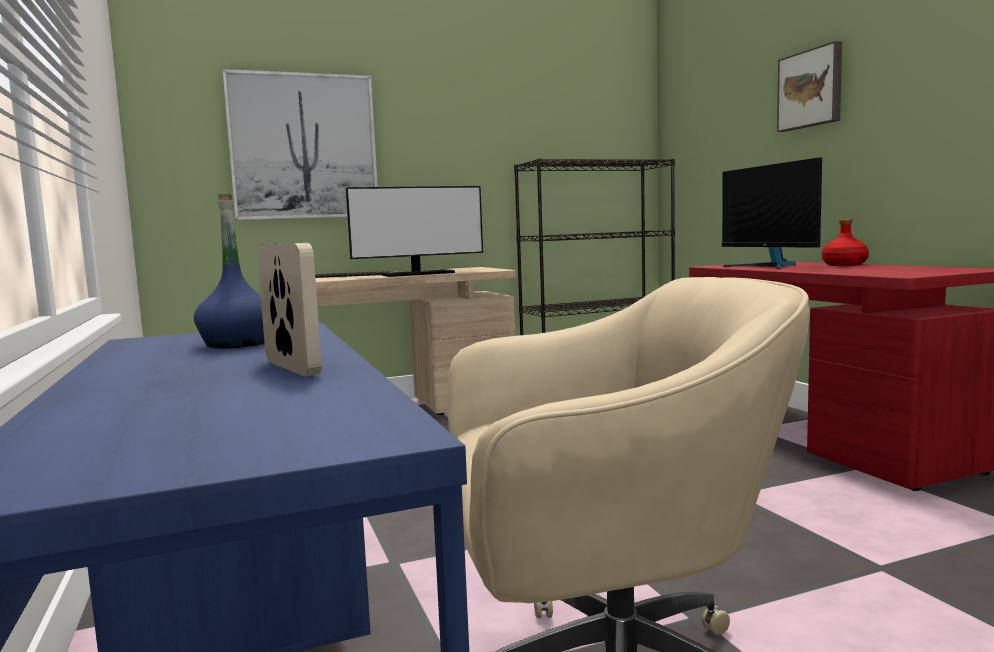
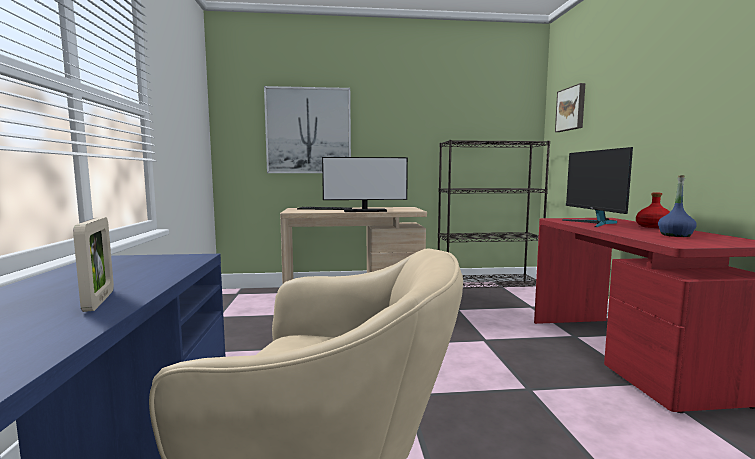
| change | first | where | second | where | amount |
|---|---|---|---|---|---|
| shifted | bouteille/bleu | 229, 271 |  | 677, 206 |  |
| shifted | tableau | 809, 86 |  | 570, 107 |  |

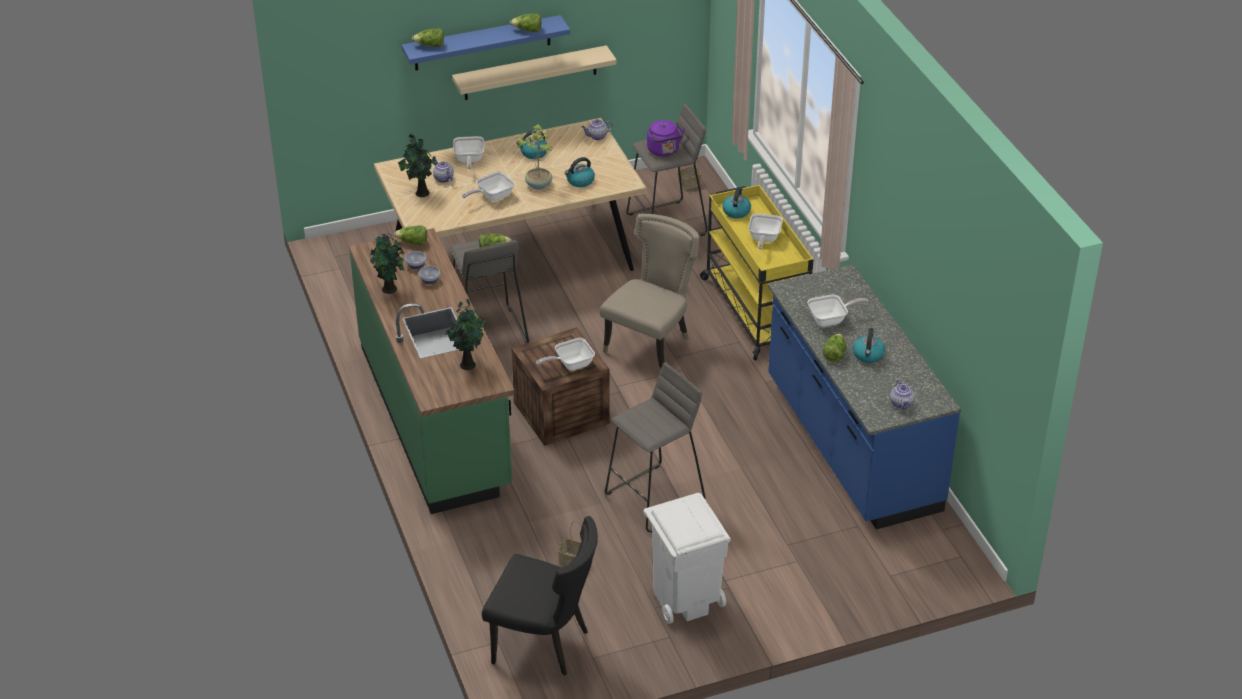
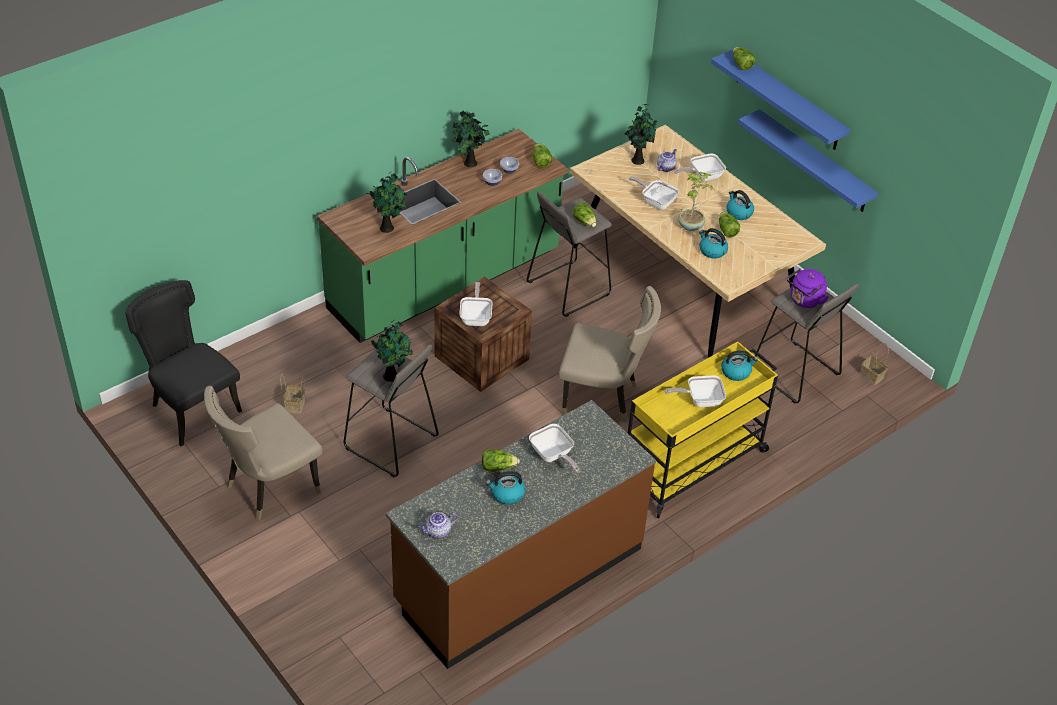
| change | first | where | second | where | amount |
|---|---|---|---|---|---|
| repainted | étagère/beige | 534, 72 | étagère/bleu | 808, 160 |  |
| rotated | chaise/noir | 540, 596 |  | 184, 363 | 135 degrees clockwise |
| shifted | laitue | 525, 22 |  | 729, 224 |  |
| rotated | poêle | 565, 354 |  | 476, 304 | 45 degrees clockwise |
| gone | théière | 597, 129 |  |  |  |
| swapped | poubelle/blanc | 687, 558 | chaise/beige | 263, 453 |  |
| repainted | comptoir de cuisine/bleu | 864, 397 | comptoir de cuisine/marron | 521, 534 |  |
| new |  |  | plante en pot | 390, 351 |  |

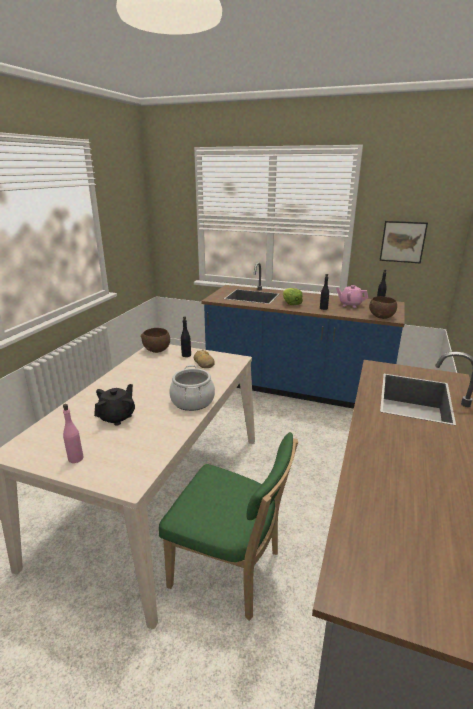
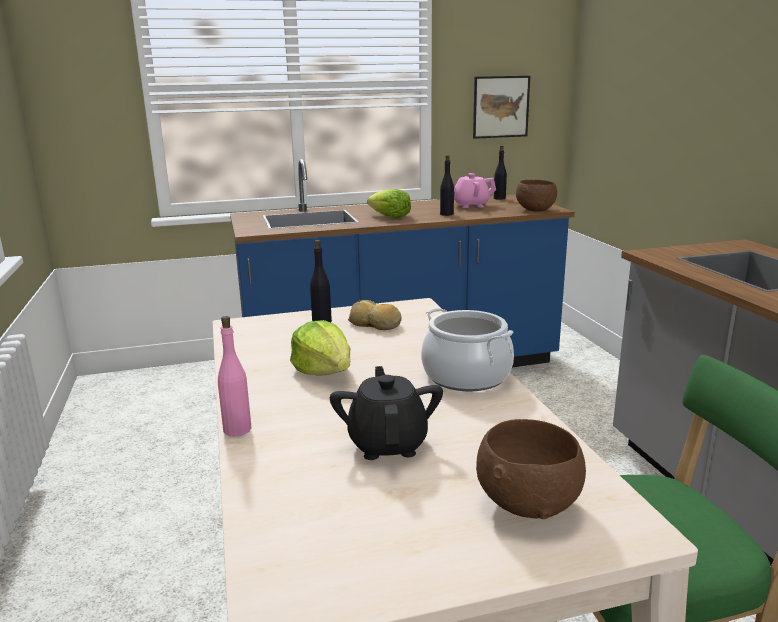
| change | first | where | second | where | amount |
|---|---|---|---|---|---|
| shifted | bouteille/rose | 73, 433 |  | 234, 376 |  |
| shifted | bol/marron | 155, 340 |  | 531, 469 |  |
| new |  |  | laitue | 320, 348 |  |

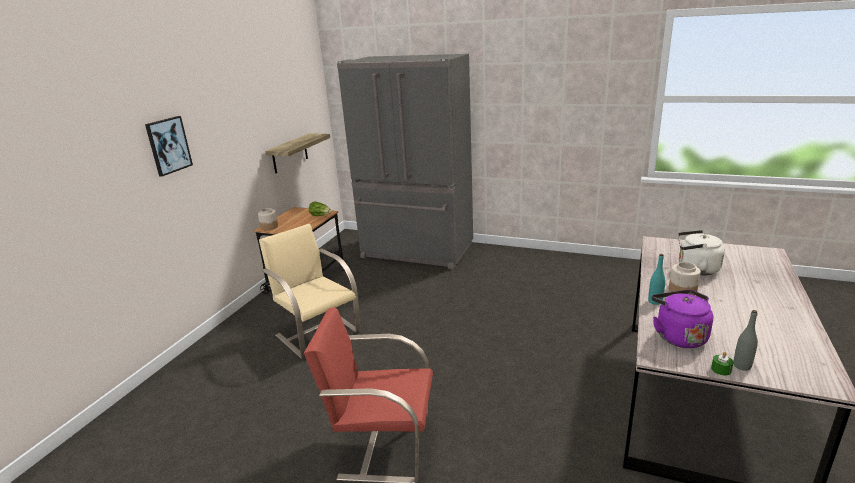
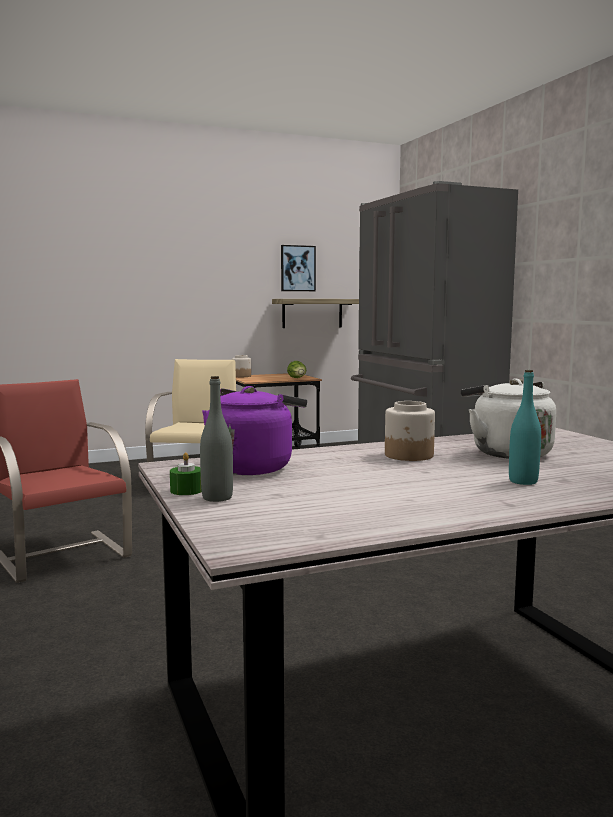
| change | first | where | second | where | amount |
|---|---|---|---|---|---|
| shifted | tableau | 169, 146 |  | 298, 268 |  |
| shifted | bouteille/turquoise | 656, 279 |  | 525, 427 |  |

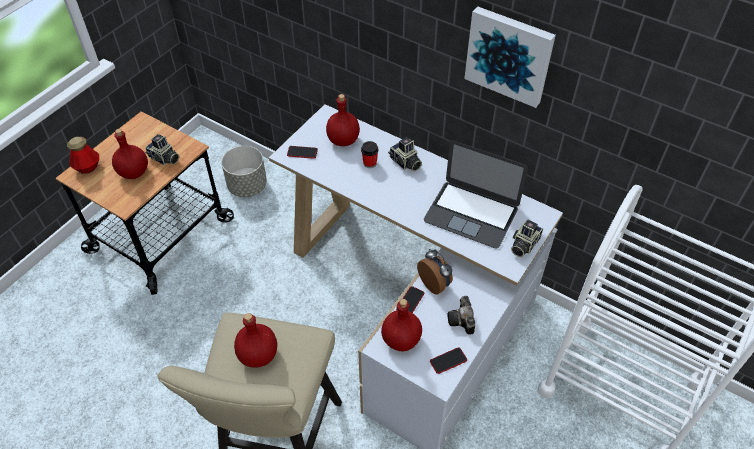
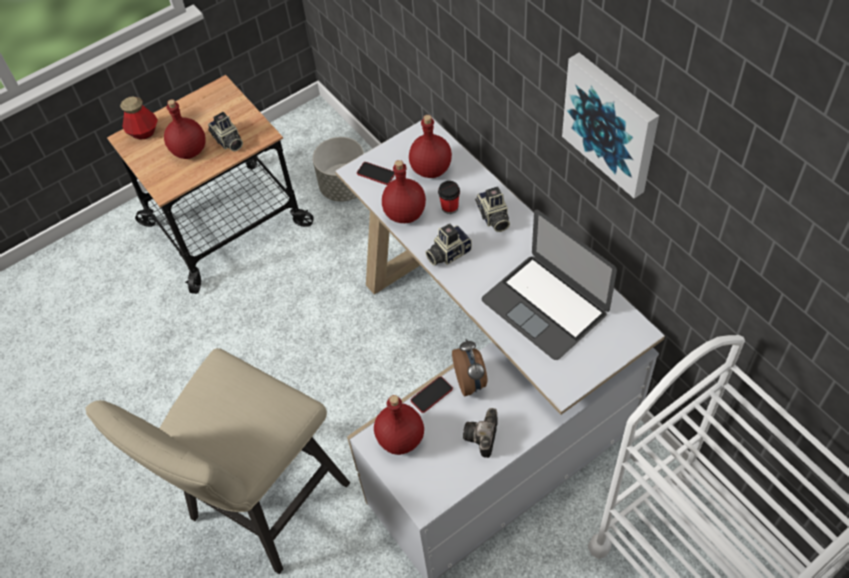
| change | first | where | second | where | amount |
|---|---|---|---|---|---|
| shifted | bouteille/rouge | 255, 340 |  | 404, 191 |  |
| gone | téléphone | 448, 360 |  |  |  |
| shifted | appareil photo | 527, 238 |  | 448, 244 |  |

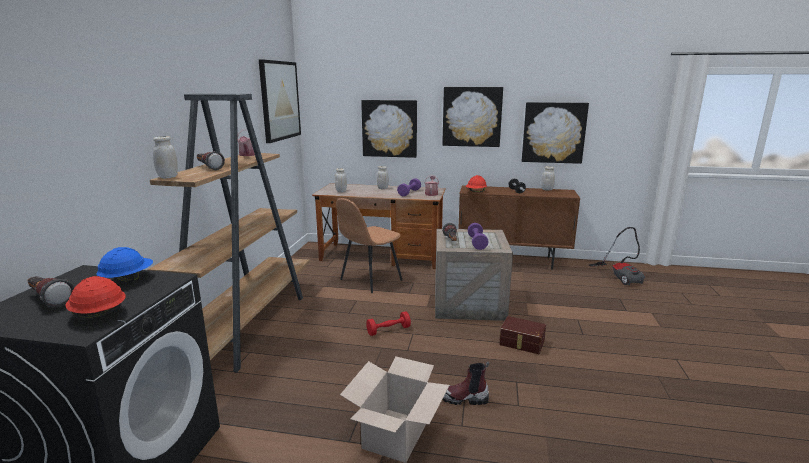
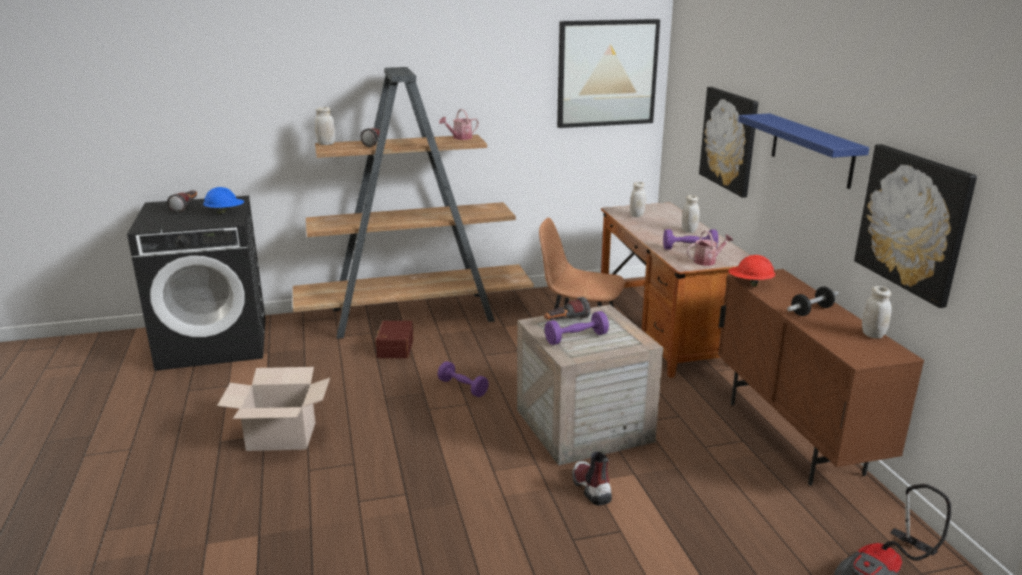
| change | first | where | second | where | amount |
|---|---|---|---|---|---|
| gone | casque de chantier/rouge | 95, 298 |  |  |  |
| repainted | haltère/rouge | 388, 323 | haltère/violet | 463, 379 |  |
| swapped | tableau | 472, 117 | étagère/bleu | 803, 151 |  |
| shifted | botte | 465, 383 |  | 592, 478 |  |
| shifted | boîte de rangement/marron | 522, 335 |  | 394, 339 |  |

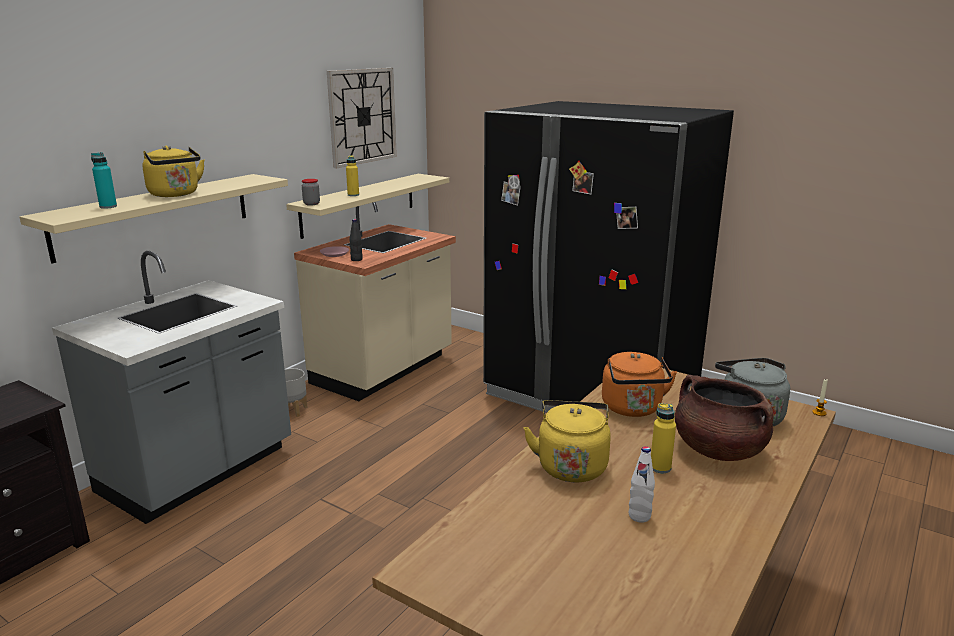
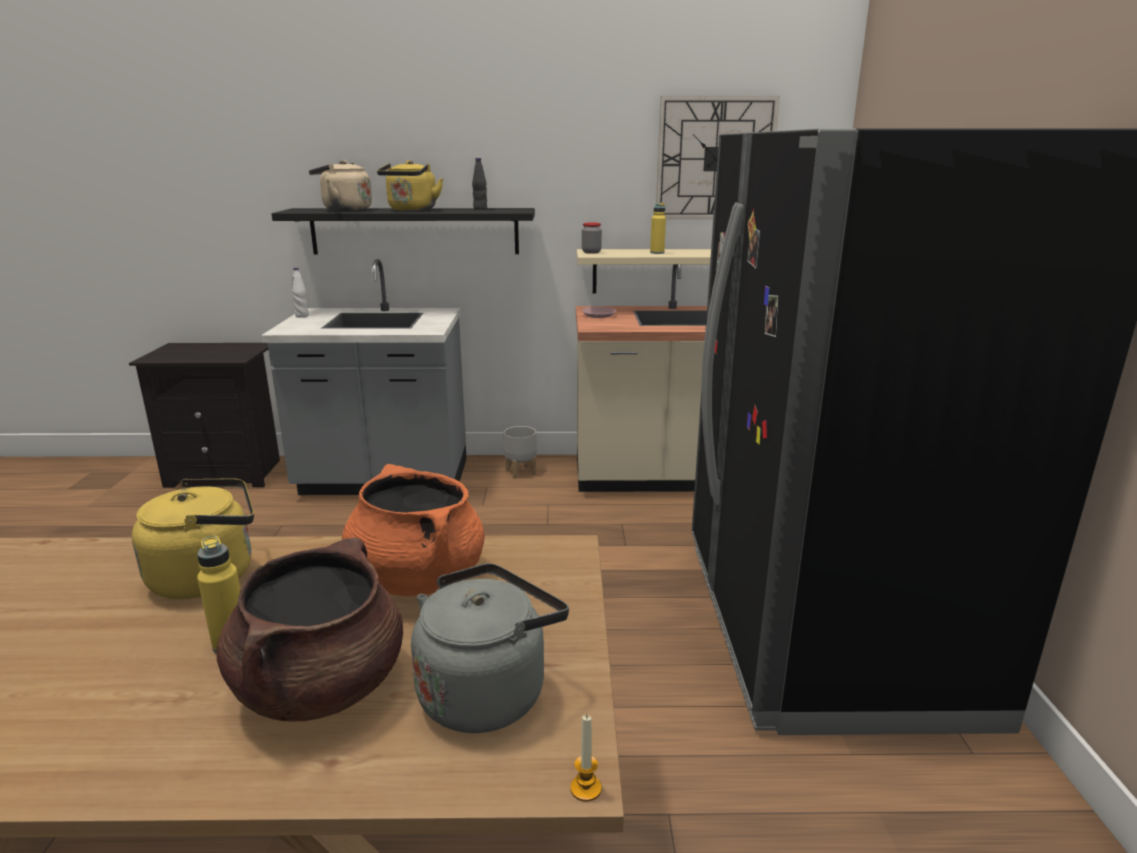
| change | first | where | second | where | amount |
|---|---|---|---|---|---|
| repainted | étagère/beige | 153, 219 | étagère/noir | 403, 231 |  |
| swapped | bouteille/turquoise | 104, 180 | bouilloire/beige | 340, 185 |  |
| shifted | bouteille/noir | 356, 240 |  | 479, 184 |  |
| swapped | bouilloire/orange | 639, 384 | marmite/orange | 413, 530 |  |
| shifted | bouteille/blanc | 642, 484 |  | 300, 292 |  |

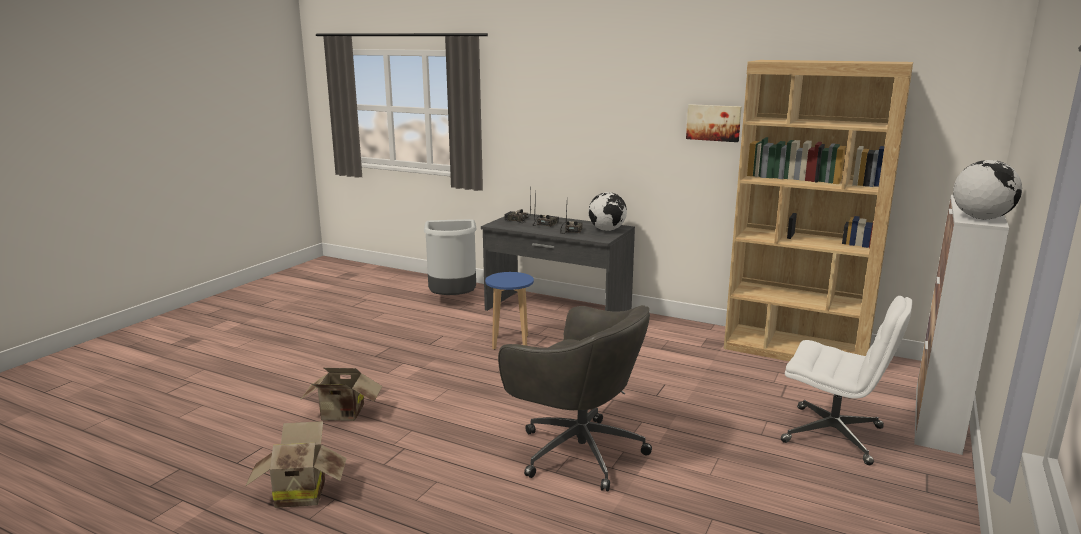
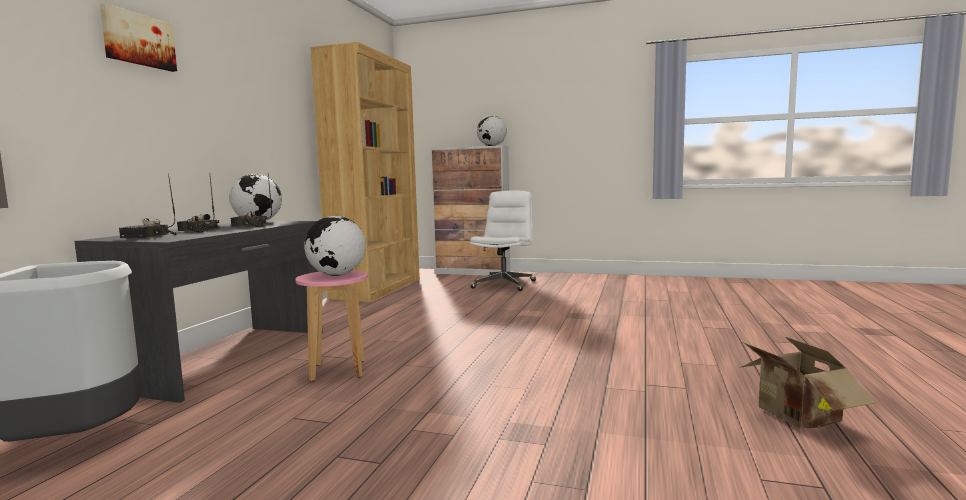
| change | first | where | second | where | amount |
|---|---|---|---|---|---|
| gone | carton | 340, 394 |  |  |  |
| repainted | tabouret/bleu | 509, 311 | tabouret/rose | 331, 326 |  |
| gone | chaise de bureau/gris | 575, 398 |  |  |  |
| shifted | tableau | 714, 123 |  | 138, 37 |  |
| new |  |  | globe | 335, 246 |  |

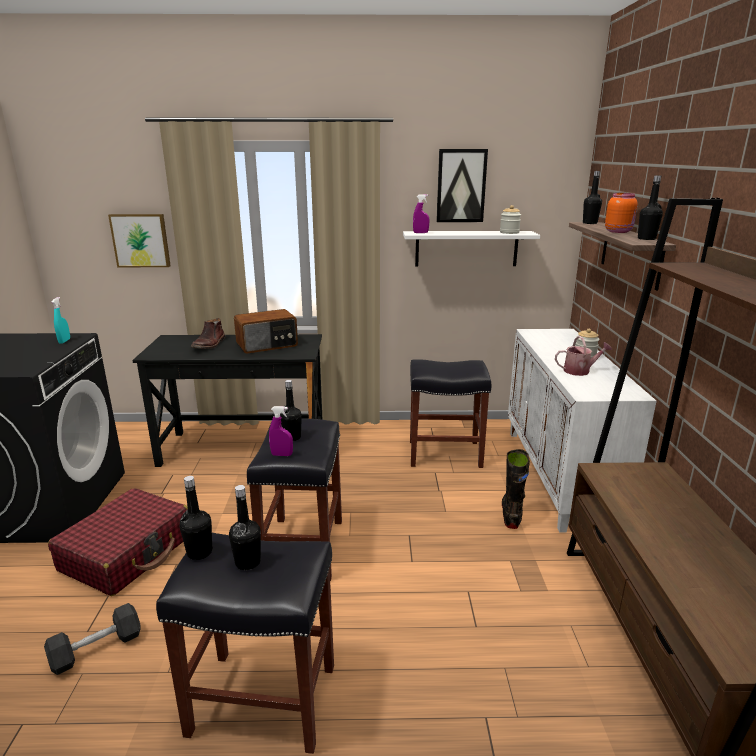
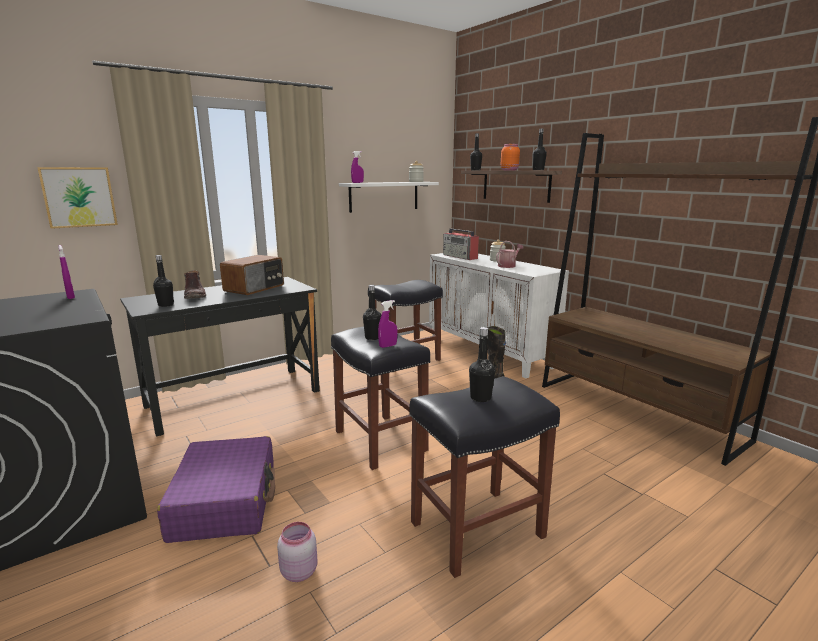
| change | first | where | second | where | amount |
|---|---|---|---|---|---|
| swapped | haltère/noir | 92, 639 | bocal/rose | 297, 552 |  |
| repainted | valise/rouge | 118, 542 | valise/violet | 216, 489 |  |
| repainted | vaporisateur/turquoise | 61, 320 | vaporisateur/violet | 66, 272 |  |
| shifted | bouteille/noir | 196, 518 |  | 163, 281 |  |
| gone | tableau | 462, 185 |  |  |  |
| new |  |  | radio | 461, 244 |  |

